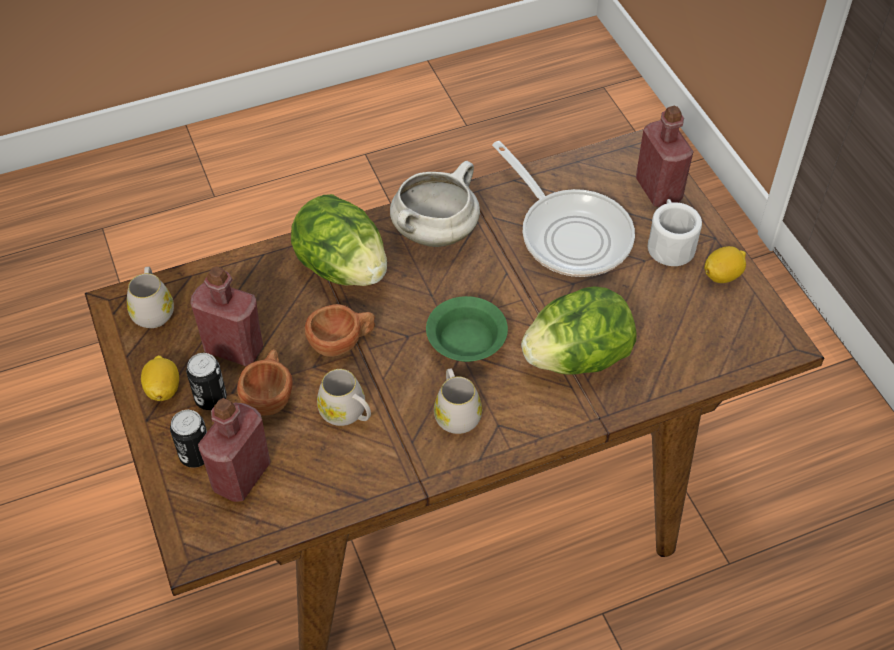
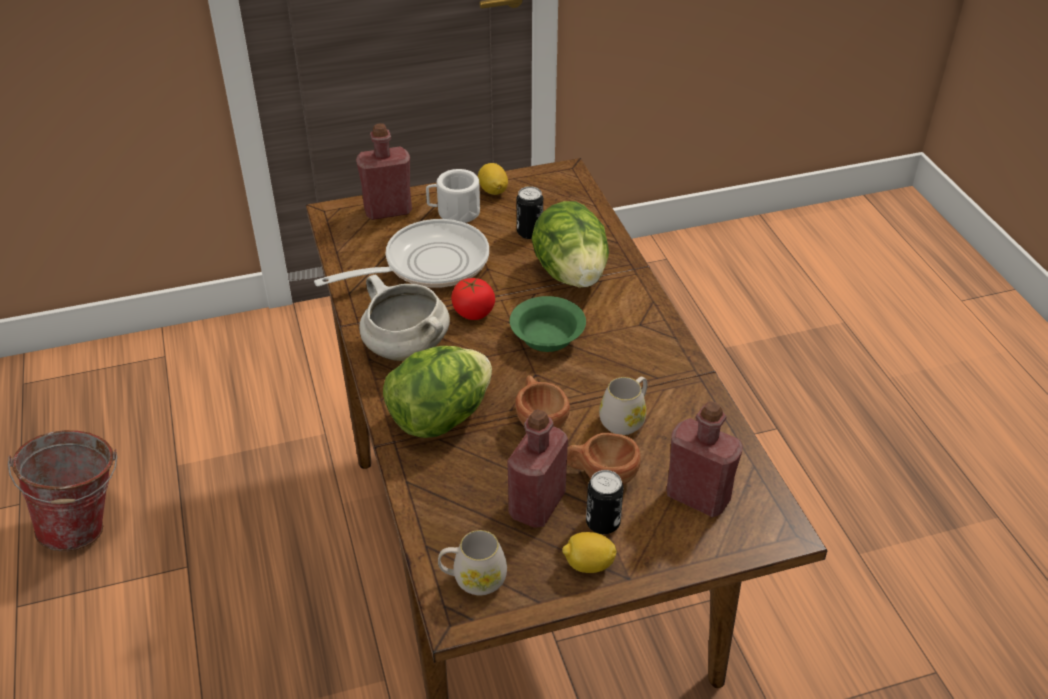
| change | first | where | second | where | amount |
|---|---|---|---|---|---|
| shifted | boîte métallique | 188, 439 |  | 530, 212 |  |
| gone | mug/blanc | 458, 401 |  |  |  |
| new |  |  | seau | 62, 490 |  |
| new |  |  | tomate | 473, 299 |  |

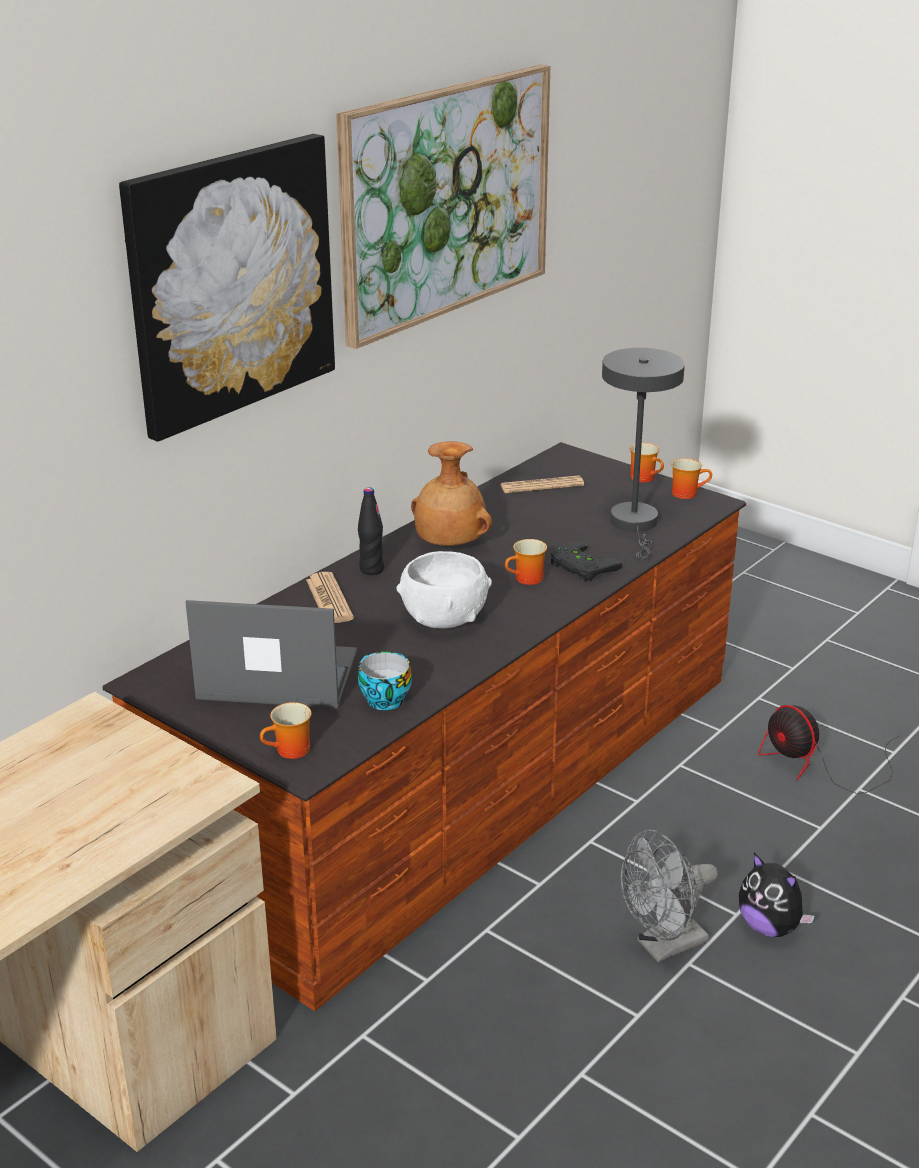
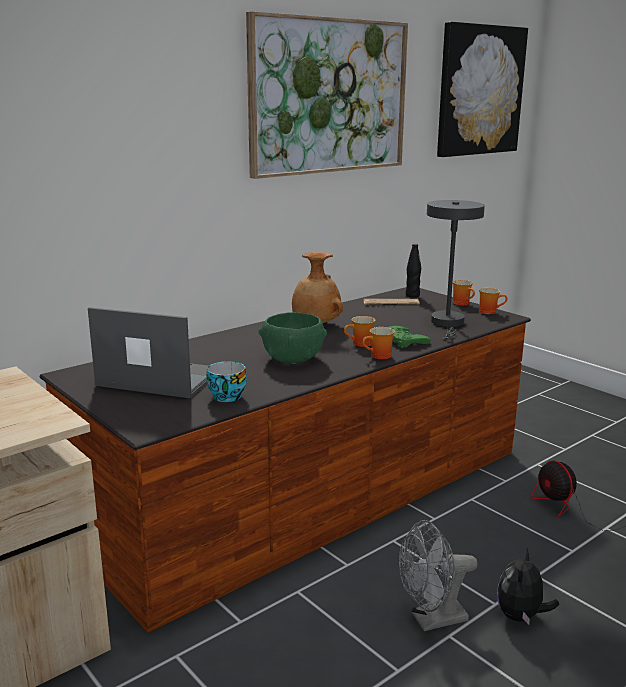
| change | first | where | second | where | amount |
|---|---|---|---|---|---|
| shifted | tableau | 227, 288 |  | 482, 89 |  |
| shifted | mug | 285, 730 |  | 378, 343 |  |
| gone | journal | 330, 597 |  |  |  |
| shifted | bouteille/noir | 371, 531 |  | 413, 270 |  |
| repainted | bol/blanc | 444, 589 | bol/vert | 292, 337 |  |
| repainted | manette/noir | 586, 562 | manette/vert | 410, 337 |  |
| rotated | peluche | 777, 895 |  | 528, 587 | 60 degrees clockwise |

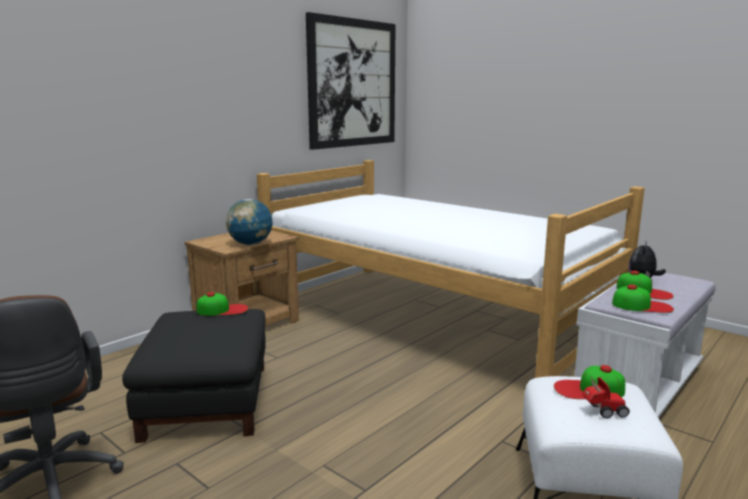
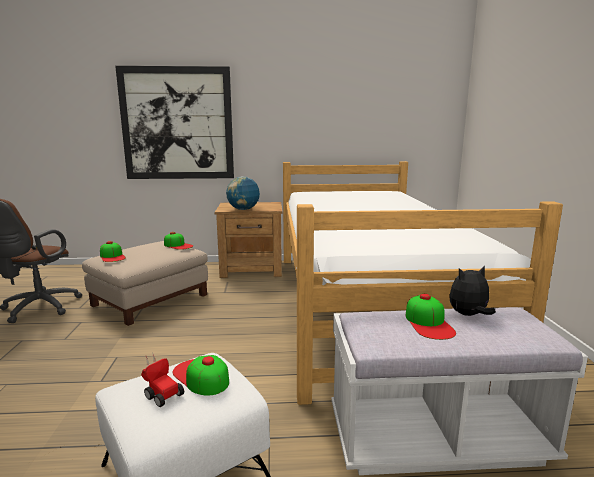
| change | first | where | second | where | amount |
|---|---|---|---|---|---|
| repainted | pouf/noir | 194, 376 | pouf/beige | 145, 283 |  |
| shifted | tableau | 351, 81 |  | 174, 122 |  |
| shifted | casquette | 643, 298 |  | 113, 251 |  |

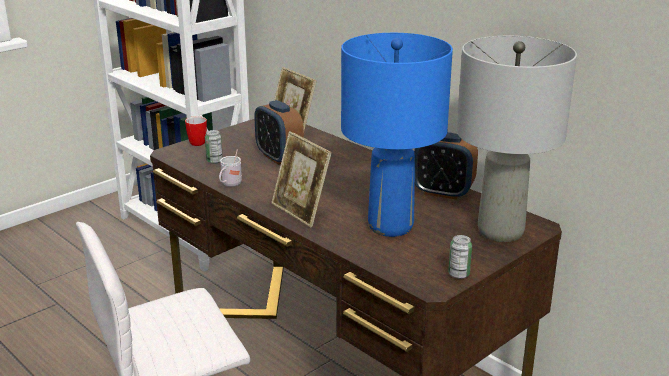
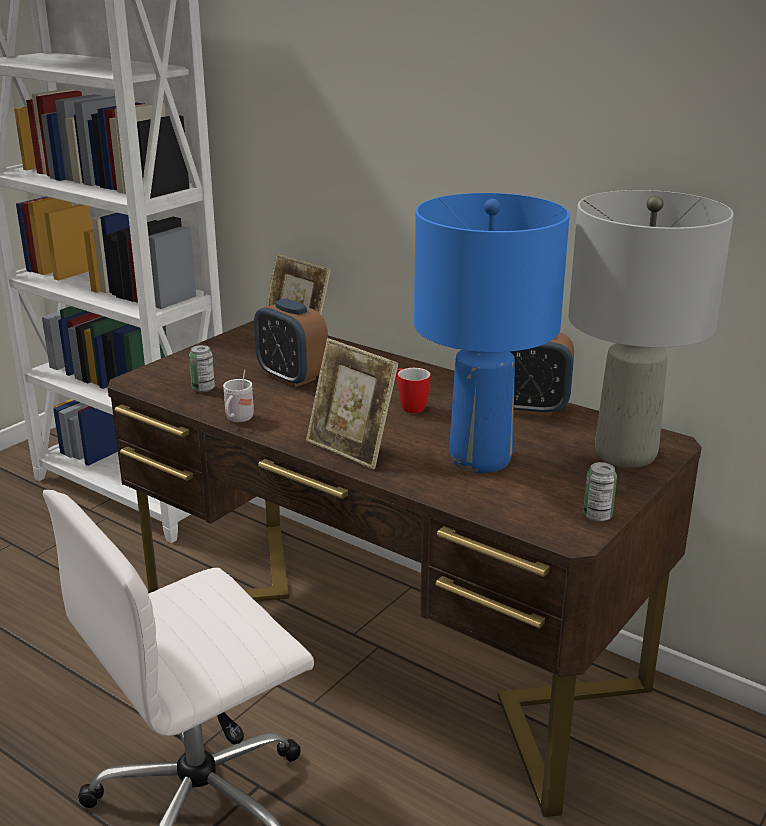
| change | first | where | second | where | amount |
|---|---|---|---|---|---|
| shifted | mug | 196, 131 |  | 413, 390 |  |

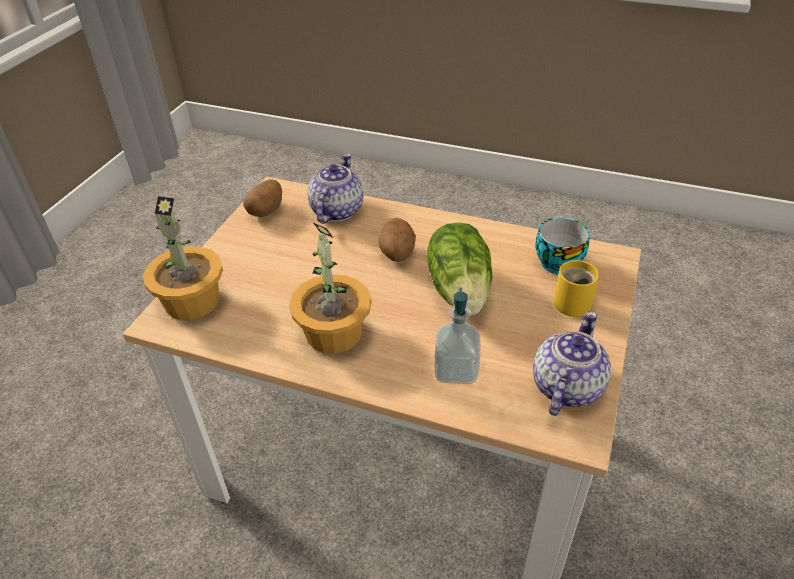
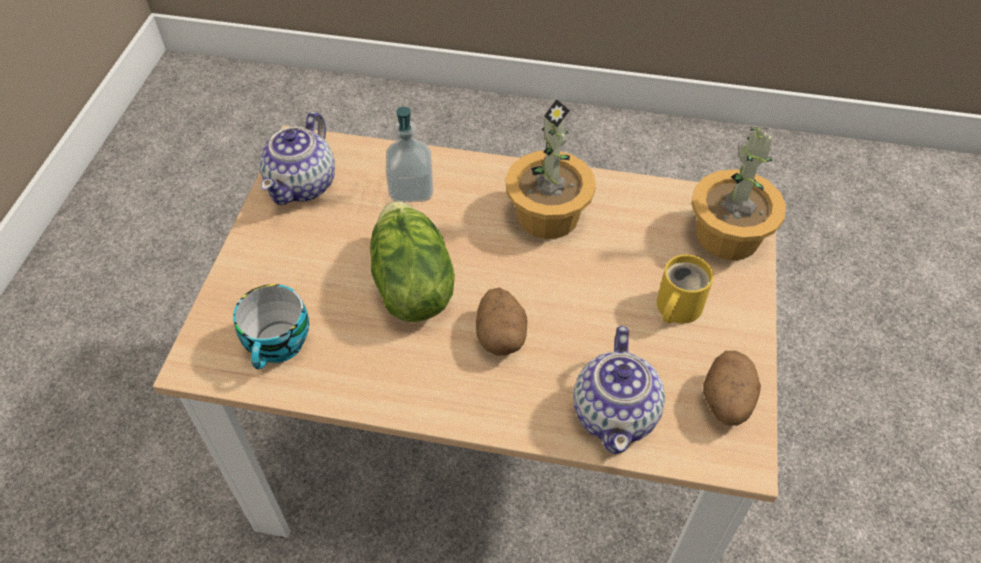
| change | first | where | second | where | amount |
|---|---|---|---|---|---|
| shifted | mug/jaune | 576, 288 |  | 685, 289 |  |

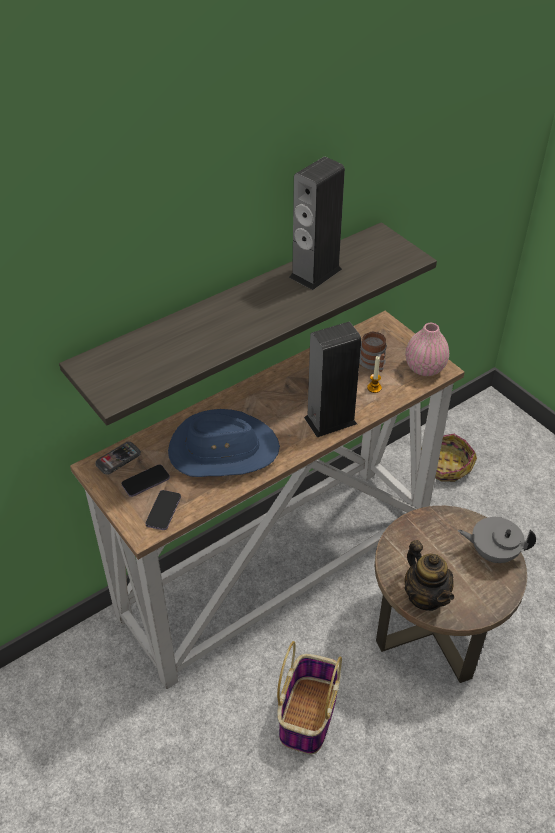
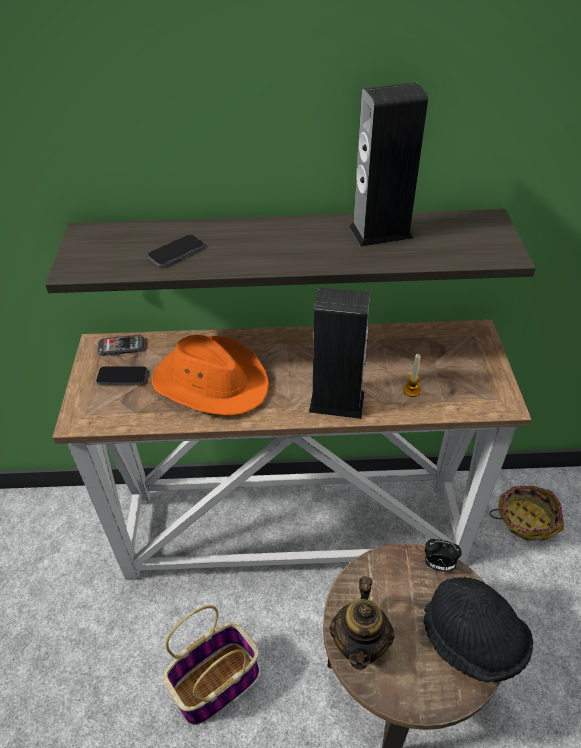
| change | first | where | second | where | amount |
|---|---|---|---|---|---|
| shifted | téléphone | 163, 510 |  | 175, 250 |  |
| repainted | chapeau/bleu | 224, 443 | chapeau/orange | 210, 375 |  |
| gone | mug | 373, 352 |  |  |  |
| gone | vase/rose | 427, 349 |  |  |  |
| swapped | théière/gris | 497, 540 | chapeau/noir | 478, 630 |  |
| new |  |  | réveil | 443, 555 |  |

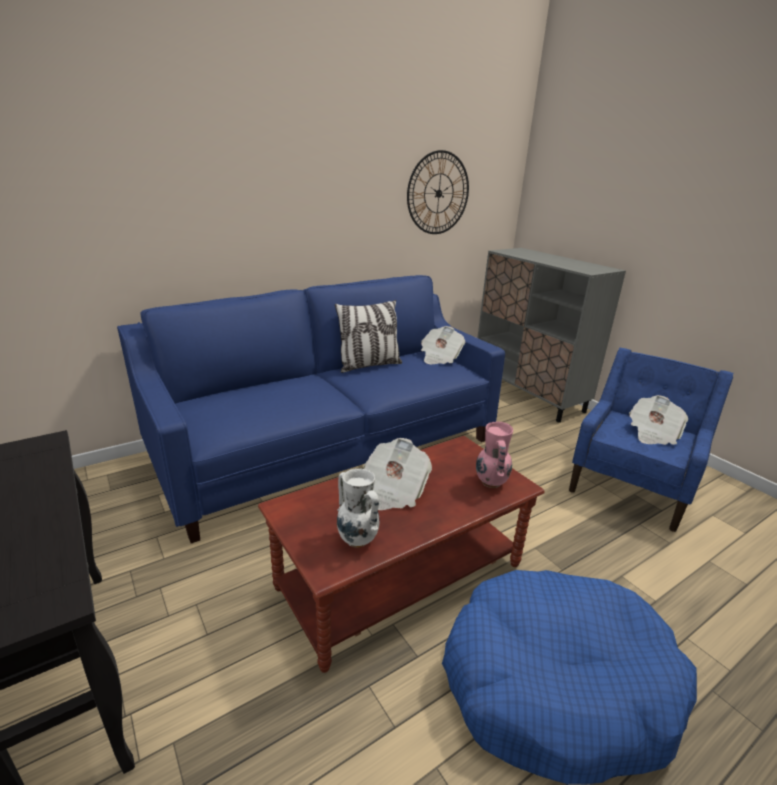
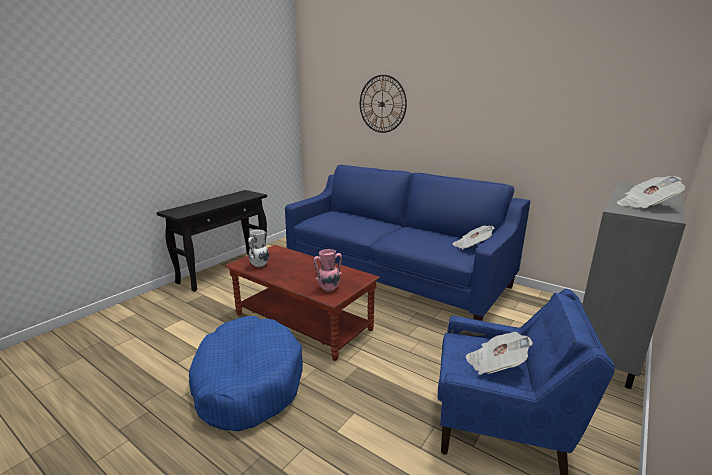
| change | first | where | second | where | amount |
|---|---|---|---|---|---|
| gone | coussin | 368, 336 |  |  |  |
| shifted | journal | 397, 474 |  | 651, 192 |  |
| shifted | horloge murale | 438, 192 |  | 383, 104 |  |

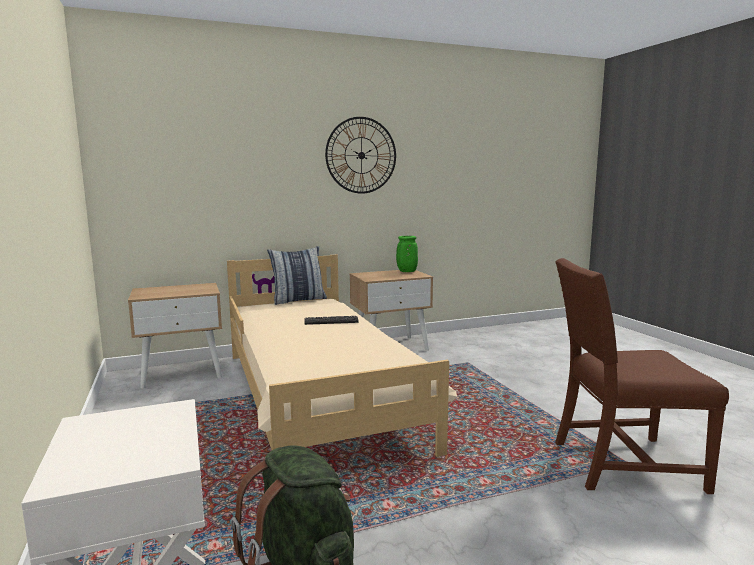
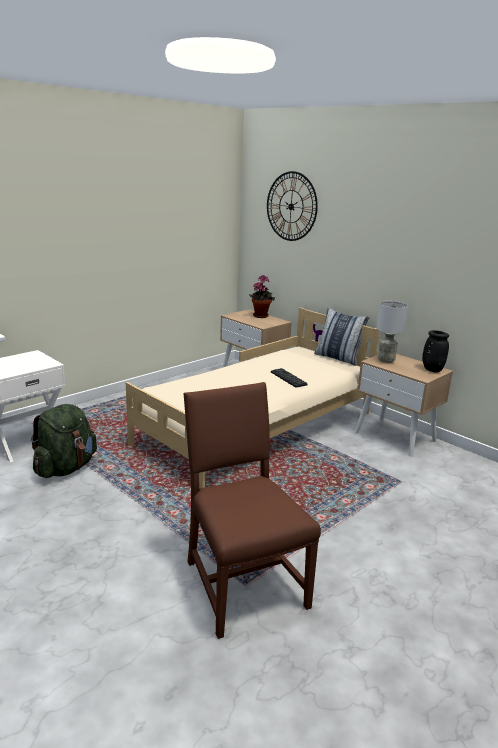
| change | first | where | second | where | amount |
|---|---|---|---|---|---|
| shifted | horloge murale | 360, 155 |  | 292, 206 |  |
| repainted | vase/vert | 407, 254 | vase/noir | 435, 351 |  |
| new |  |  | plante en pot | 262, 296 |  |
| new |  |  | lampe de table/gris | 392, 332 |  |

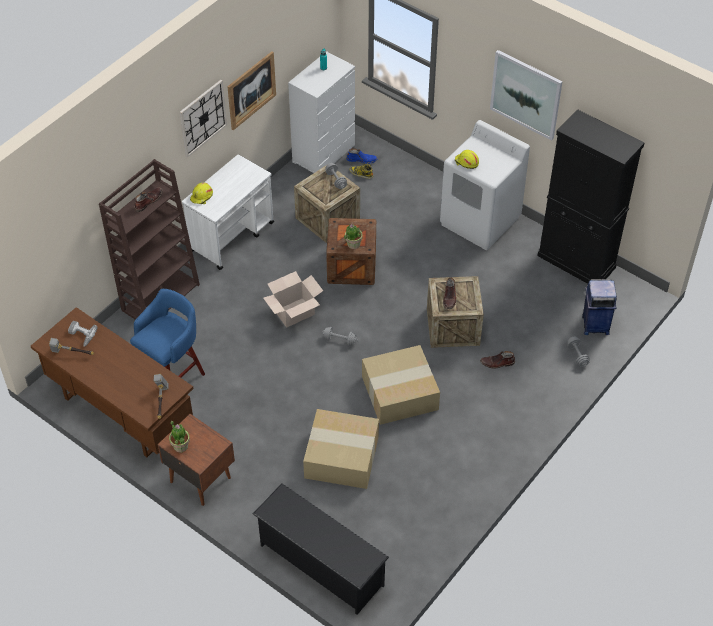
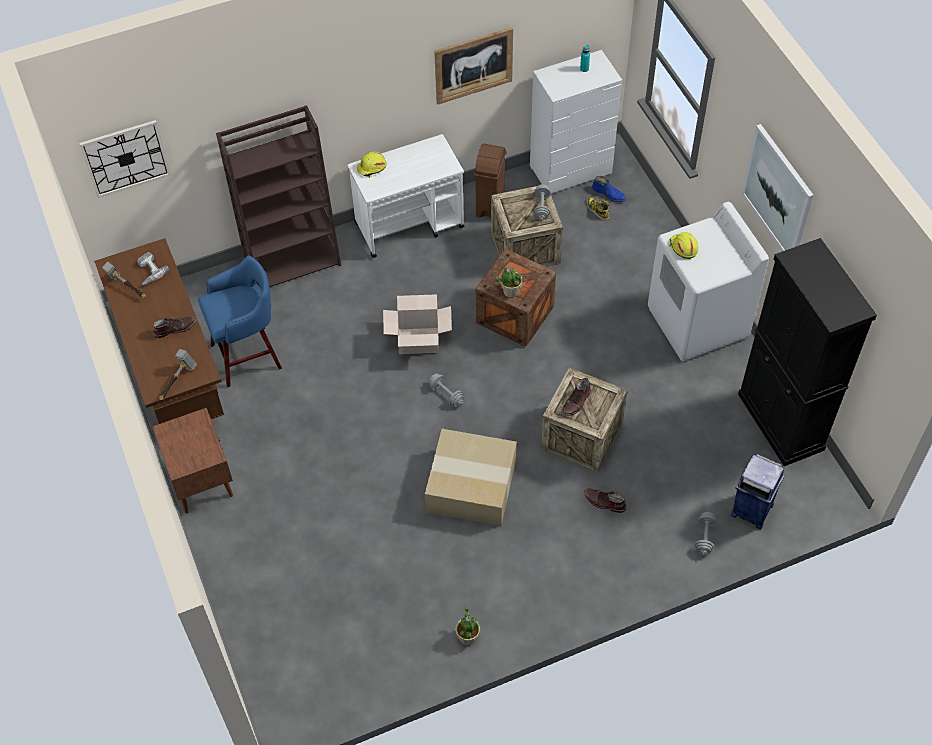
| change | first | where | second | where | amount |
|---|---|---|---|---|---|
| shifted | botte/marron | 148, 199 |  | 174, 327 |  |
| shifted | plante en pot | 179, 436 |  | 468, 626 |  |
| shifted | horloge murale | 203, 119 |  | 125, 159 |  |
| gone | étagère à chaussures/noir | 321, 549 |  |  |  |
| gone | carton | 341, 449 |  |  |  |
| new |  |  | poubelle/marron | 490, 181 |  |

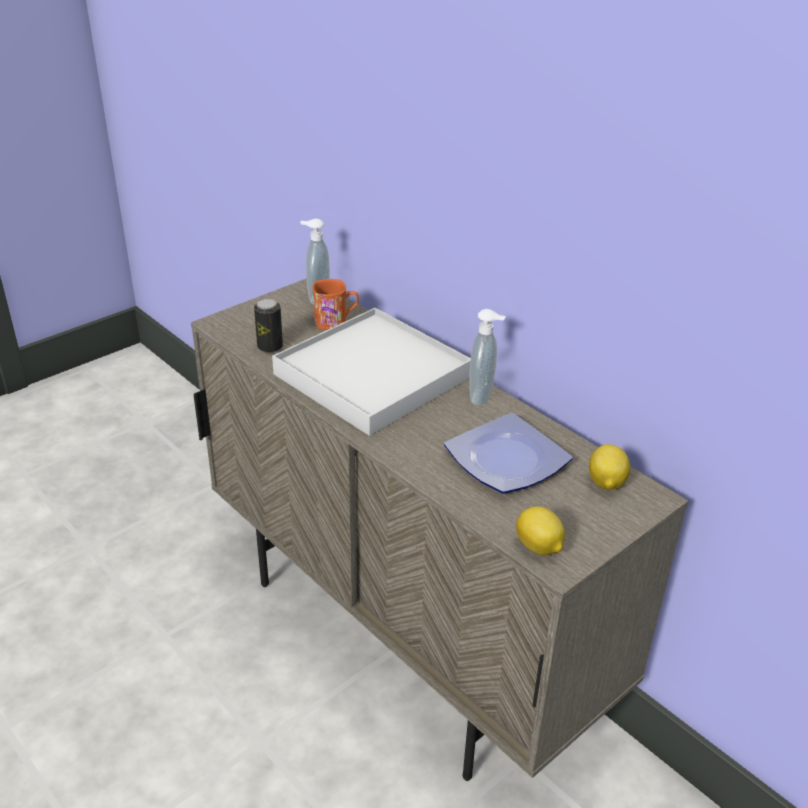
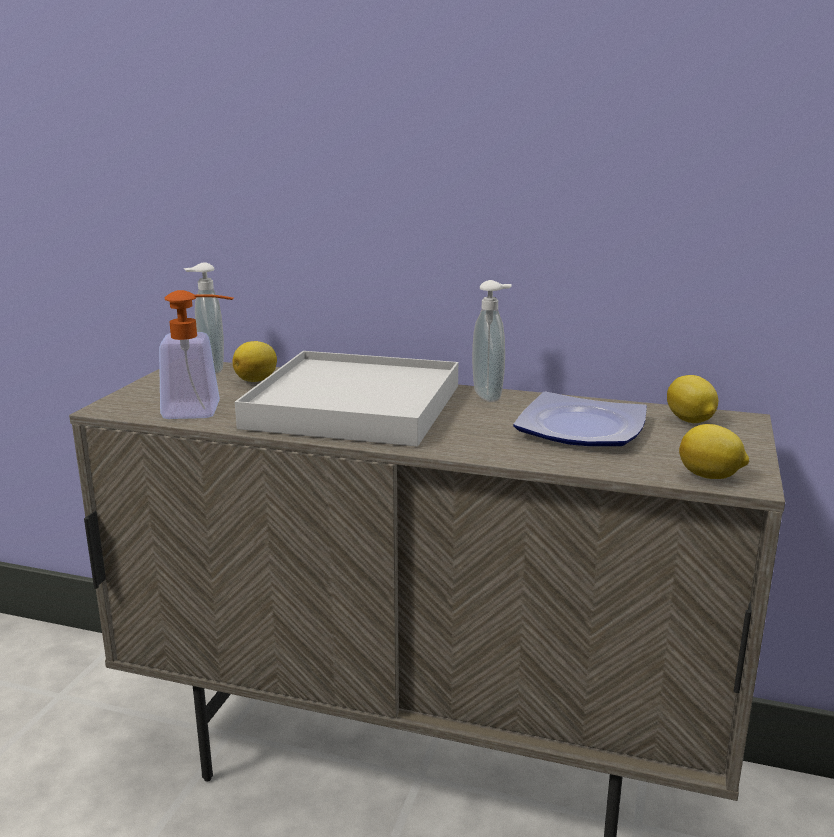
| change | first | where | second | where | amount |
|---|---|---|---|---|---|
| swapped | boîte métallique | 268, 325 | distributeur de savon | 196, 354 |  |
| swapped | mug/orange | 335, 304 | citron | 254, 361 |  |

